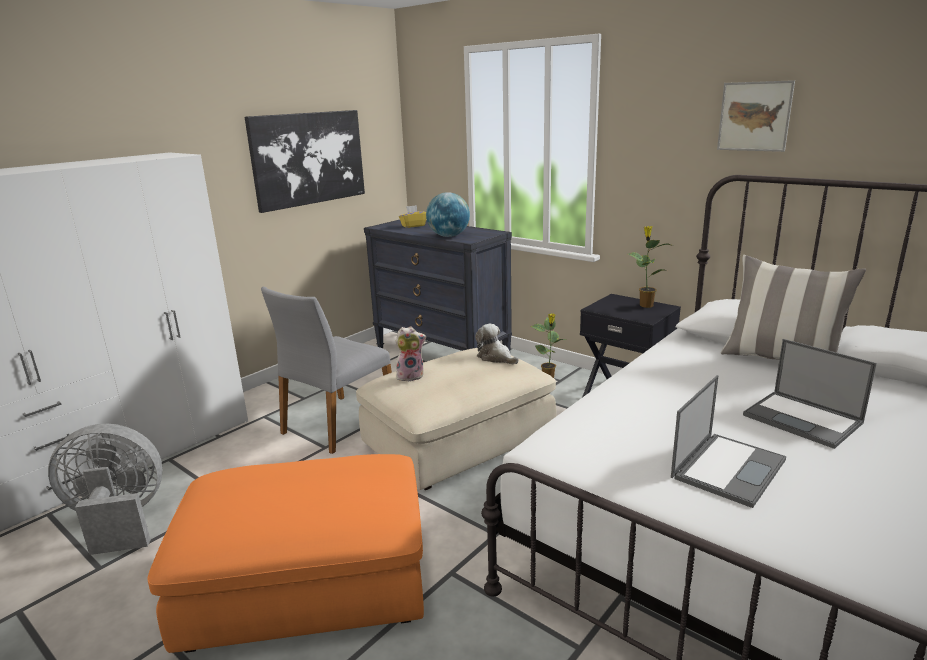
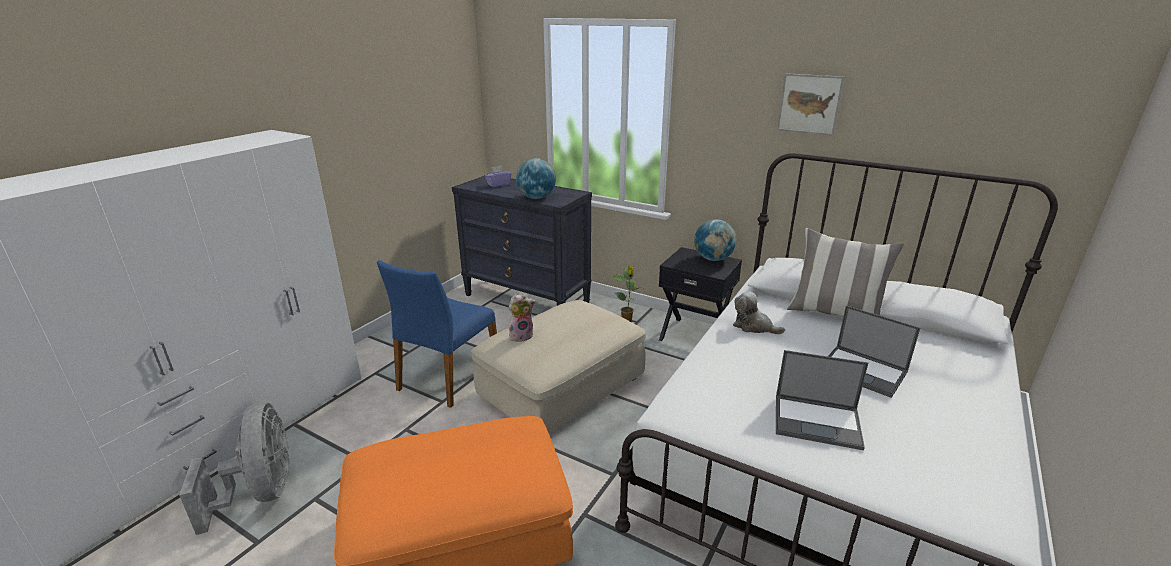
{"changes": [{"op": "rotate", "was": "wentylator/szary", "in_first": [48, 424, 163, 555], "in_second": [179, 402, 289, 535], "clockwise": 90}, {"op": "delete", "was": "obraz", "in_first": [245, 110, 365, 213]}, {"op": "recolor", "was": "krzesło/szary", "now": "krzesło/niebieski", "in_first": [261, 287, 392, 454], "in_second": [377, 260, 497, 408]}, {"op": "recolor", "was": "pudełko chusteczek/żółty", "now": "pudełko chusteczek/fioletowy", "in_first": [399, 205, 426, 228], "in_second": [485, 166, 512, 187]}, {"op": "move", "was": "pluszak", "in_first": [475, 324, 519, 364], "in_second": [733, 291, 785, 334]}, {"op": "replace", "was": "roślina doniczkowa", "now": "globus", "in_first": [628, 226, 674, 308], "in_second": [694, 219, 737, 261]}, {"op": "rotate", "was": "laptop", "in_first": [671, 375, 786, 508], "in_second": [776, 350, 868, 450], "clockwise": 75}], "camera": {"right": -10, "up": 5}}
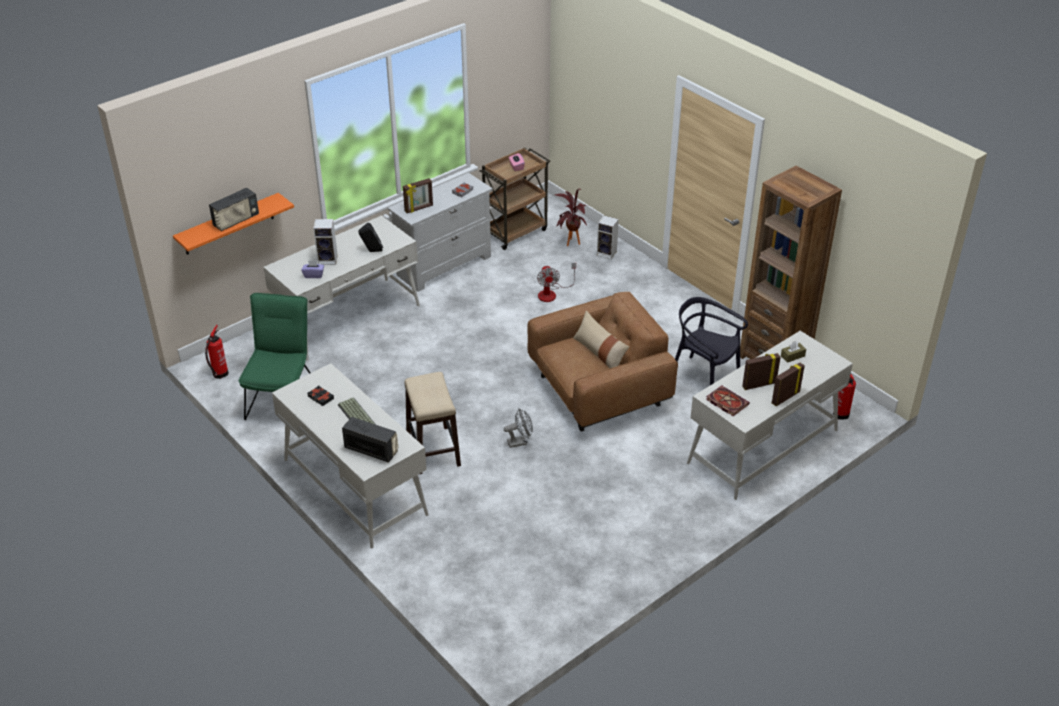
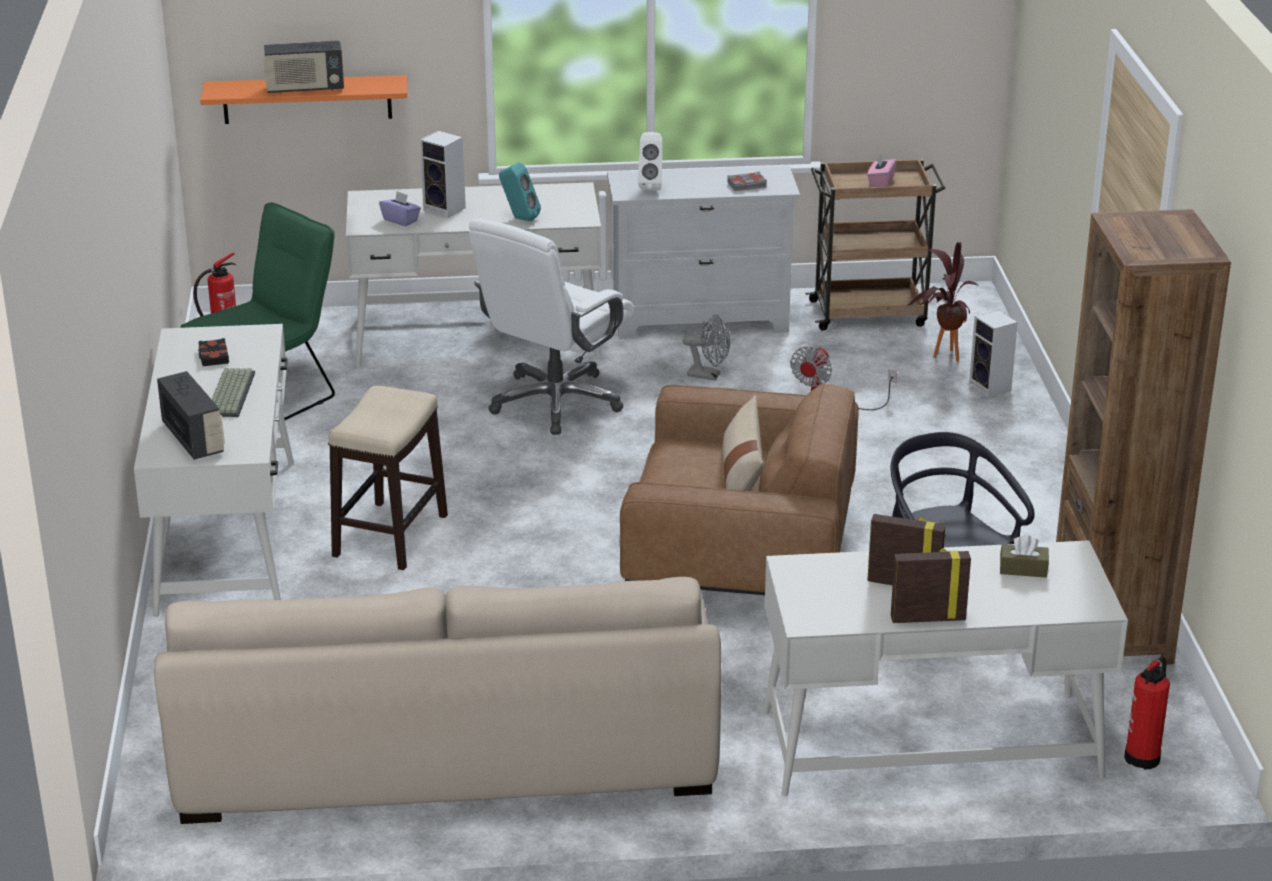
{"changes": [{"op": "recolor", "was": "głośnik/czarny", "now": "głośnik/turkusowy", "in_first": [359, 223, 383, 252], "in_second": [499, 163, 541, 221]}, {"op": "replace", "was": "ramka na zdjęcie", "now": "głośnik/biały", "in_first": [403, 178, 433, 213], "in_second": [638, 132, 662, 191]}, {"op": "move", "was": "wentylator/szary", "in_first": [504, 408, 533, 448], "in_second": [683, 314, 730, 381]}, {"op": "delete", "was": "książka", "in_first": [706, 385, 750, 416]}, {"op": "insert", "now": "kanapa/beżowy", "in_second": [154, 577, 721, 824]}, {"op": "insert", "now": "krzesło biurowe/biały", "in_second": [469, 219, 634, 435]}], "camera": {"right": 35, "up": -10}}
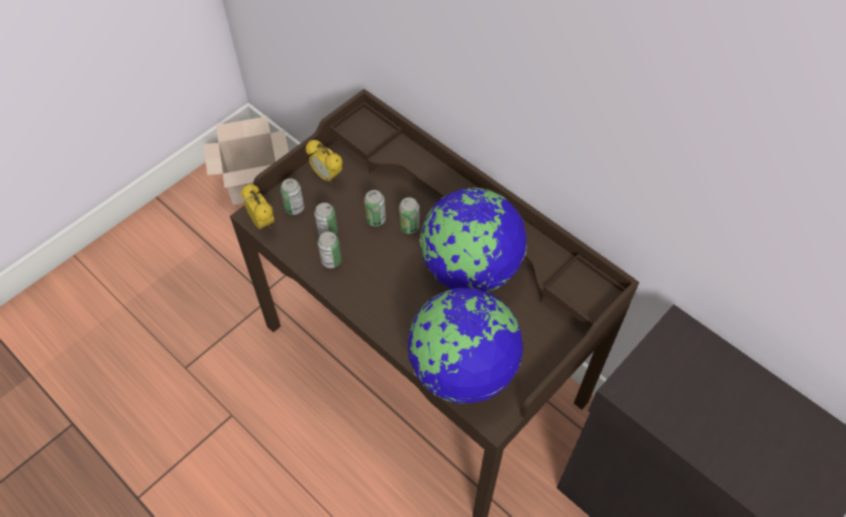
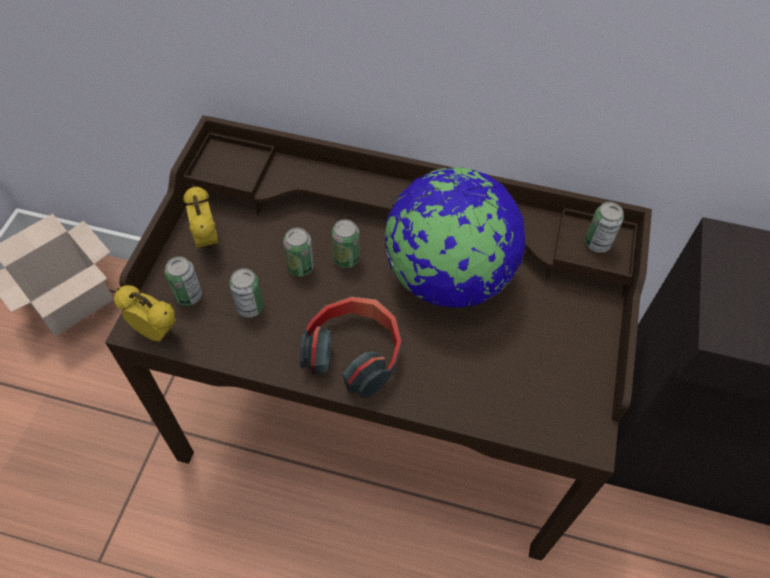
{"changes": [{"op": "rotate", "was": "budzik", "in_first": [305, 140, 343, 184], "in_second": [183, 185, 219, 250], "clockwise": -120}, {"op": "move", "was": "puszka", "in_first": [318, 232, 342, 268], "in_second": [585, 202, 624, 253]}, {"op": "delete", "was": "globus", "in_first": [408, 288, 524, 404]}, {"op": "insert", "now": "słuchawki", "in_second": [300, 297, 401, 398]}], "camera": {"right": -30, "up": 0}}
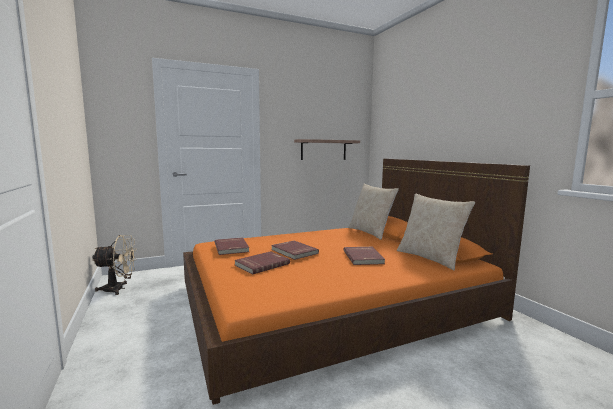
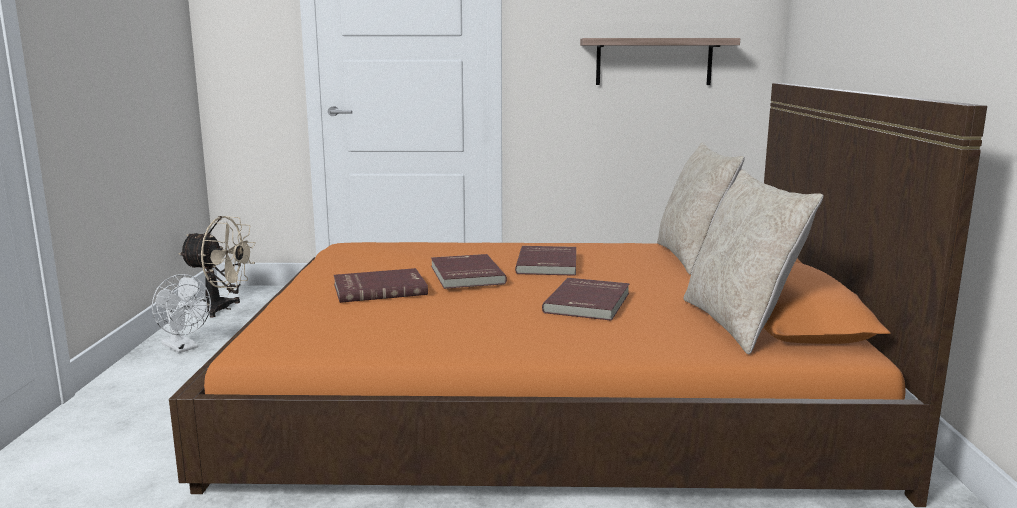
{"changes": [{"op": "move", "was": "książka/czerwony", "in_first": [215, 237, 249, 255], "in_second": [515, 246, 576, 276]}, {"op": "insert", "now": "wentylator/biały", "in_second": [152, 274, 211, 353]}], "camera": {"right": 25, "up": 5}}
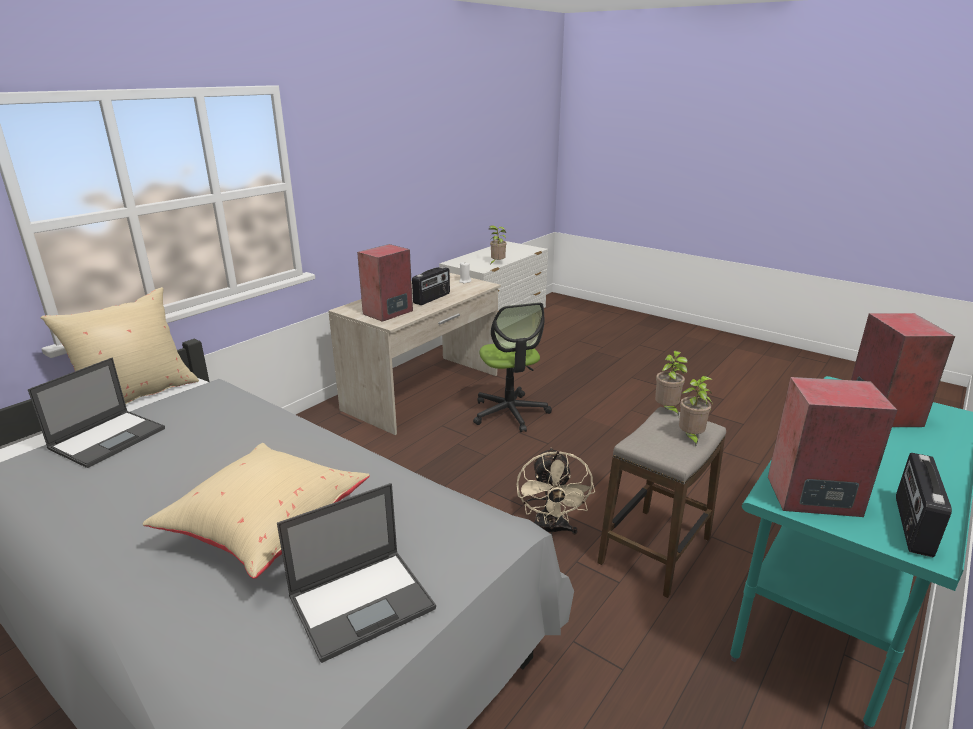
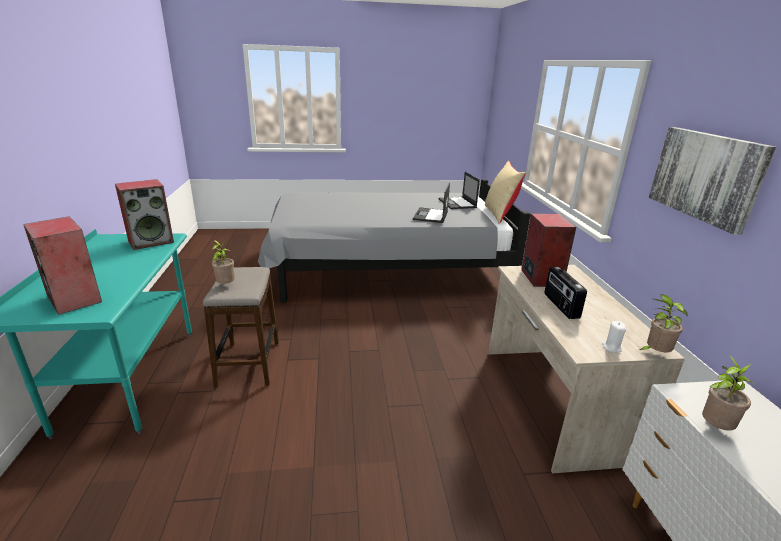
{"changes": [{"op": "delete", "was": "poduszka/beżowy", "in_first": [143, 443, 370, 579]}, {"op": "move", "was": "laptop", "in_first": [277, 483, 436, 663], "in_second": [413, 182, 450, 223]}, {"op": "delete", "was": "krzesło biurowe", "in_first": [473, 302, 552, 432]}, {"op": "delete", "was": "wentylator/beżowy", "in_first": [517, 447, 595, 537]}, {"op": "move", "was": "roślina doniczkowa", "in_first": [655, 351, 688, 418], "in_second": [640, 294, 688, 352]}, {"op": "delete", "was": "radio", "in_first": [896, 453, 952, 557]}, {"op": "insert", "now": "obraz", "in_second": [649, 127, 776, 235]}], "camera": {"right": 135, "up": 0}}
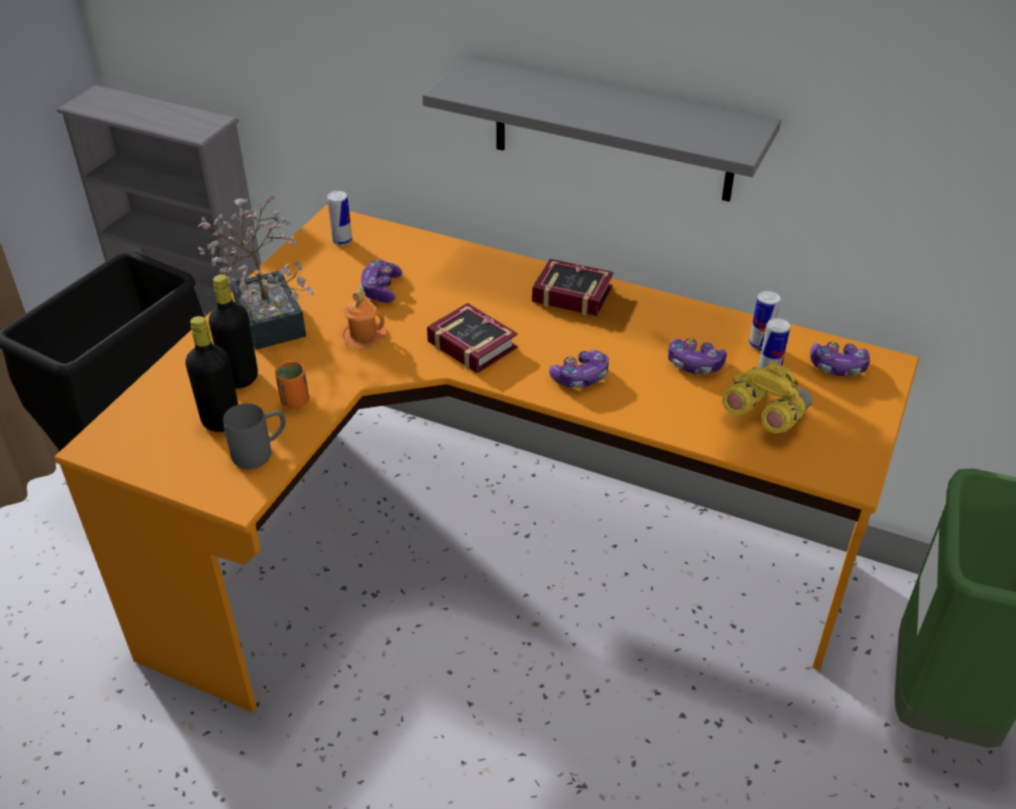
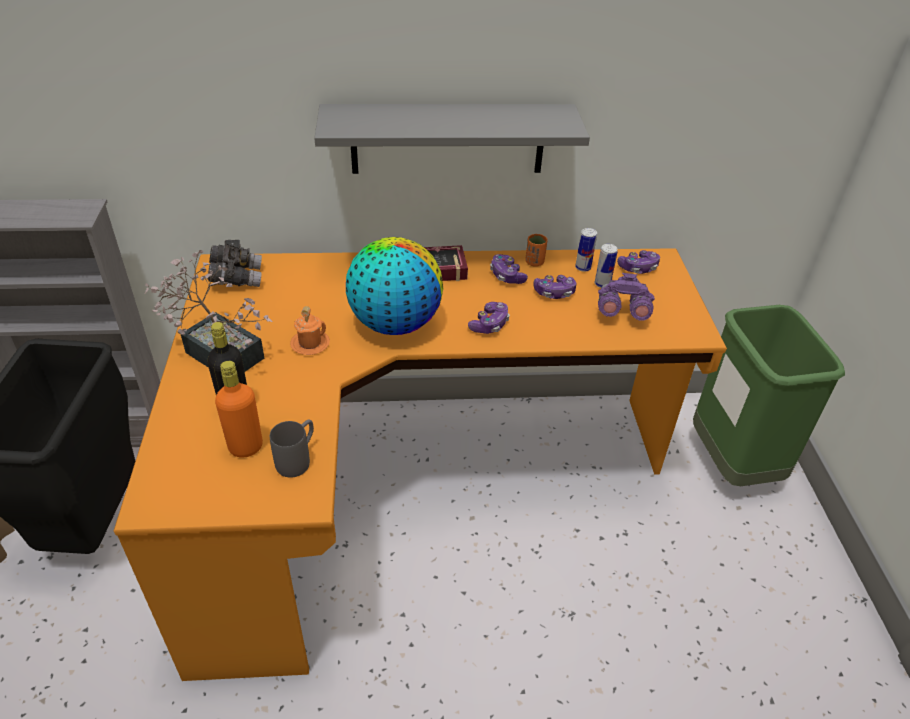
{"changes": [{"op": "recolor", "was": "butelka/czarny", "now": "butelka/pomarańczowy", "in_first": [185, 316, 238, 432], "in_second": [215, 361, 263, 458]}, {"op": "move", "was": "filiżanka/pomarańczowy", "in_first": [275, 361, 309, 409], "in_second": [525, 234, 547, 267]}, {"op": "replace", "was": "puszka", "now": "lornetka/szary", "in_first": [327, 191, 352, 246], "in_second": [207, 240, 262, 287]}, {"op": "move", "was": "pad do gier", "in_first": [359, 260, 403, 303], "in_second": [490, 254, 528, 284]}, {"op": "replace", "was": "książka", "now": "globus", "in_first": [427, 303, 517, 373], "in_second": [346, 237, 443, 335]}, {"op": "recolor", "was": "lornetka/żółty", "now": "lornetka/fioletowy", "in_first": [722, 361, 812, 433], "in_second": [598, 273, 655, 321]}], "camera": {"right": -30, "up": 0}}
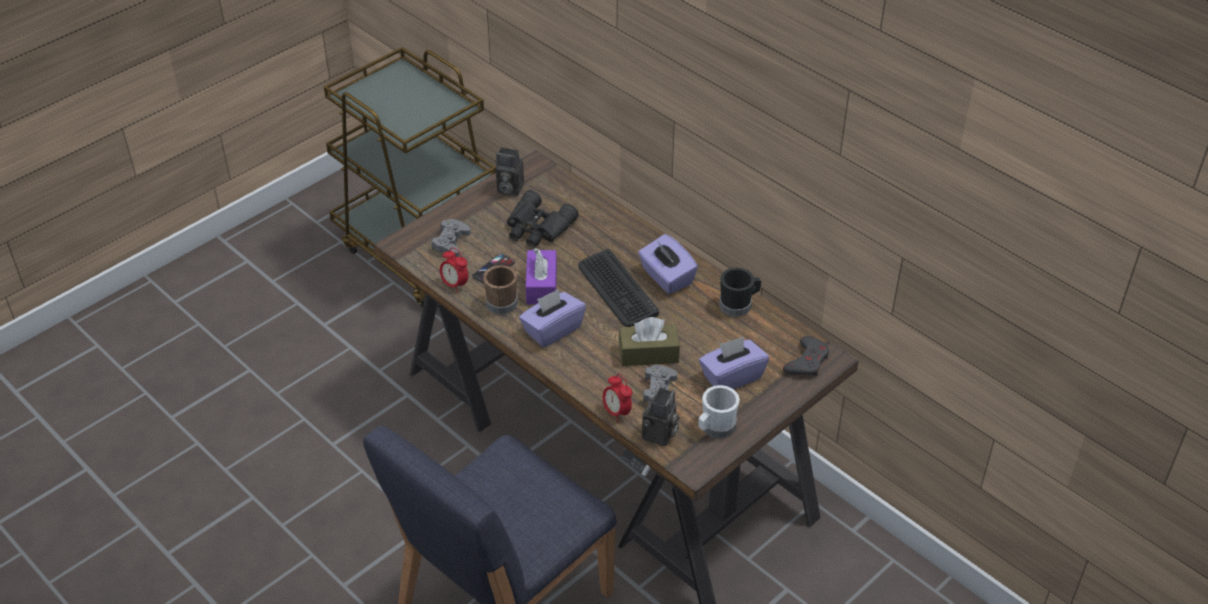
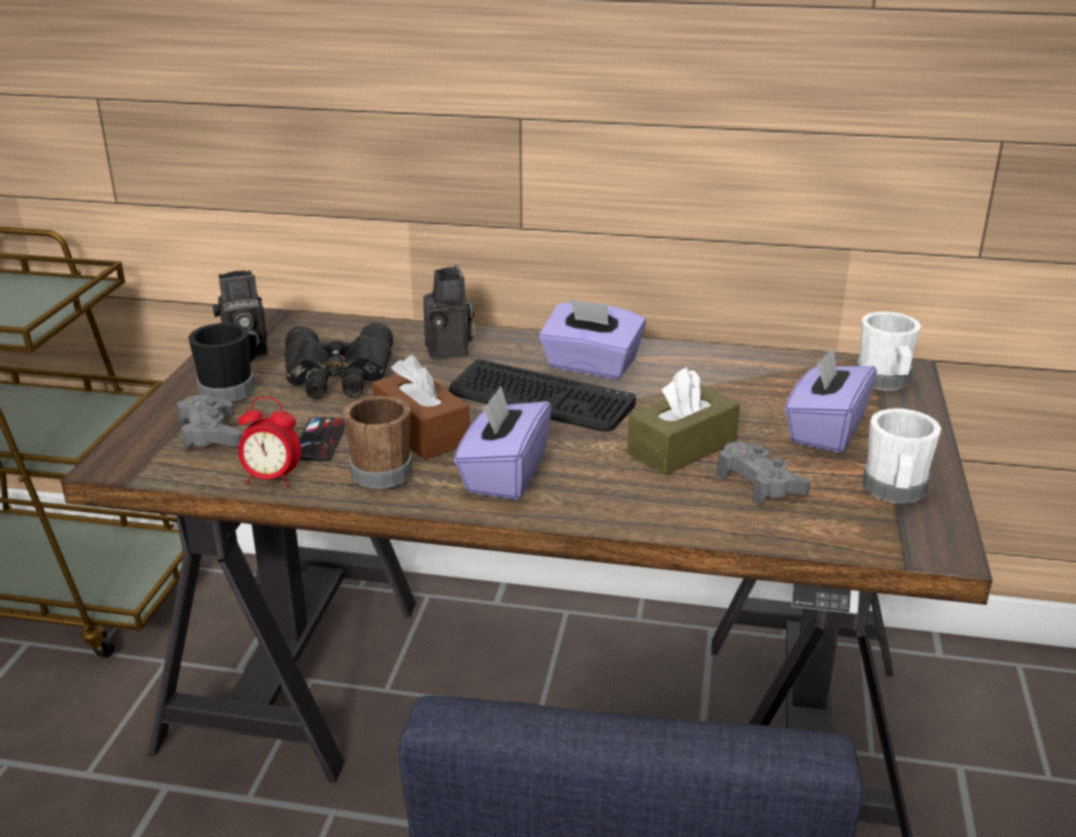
{"changes": [{"op": "recolor", "was": "pudełko chusteczek/fioletowy", "now": "pudełko chusteczek/brązowy", "in_first": [526, 248, 557, 304], "in_second": [372, 355, 470, 460]}, {"op": "delete", "was": "budzik", "in_first": [603, 374, 632, 422]}, {"op": "move", "was": "aparat fotograficzny", "in_first": [642, 388, 679, 446], "in_second": [423, 265, 475, 360]}, {"op": "move", "was": "kubek/czarny", "in_first": [719, 268, 761, 317], "in_second": [188, 323, 258, 403]}, {"op": "replace", "was": "pad do gier/szary", "now": "kubek/biały", "in_first": [783, 336, 829, 376], "in_second": [856, 312, 921, 390]}], "camera": {"right": -35, "up": -15}}
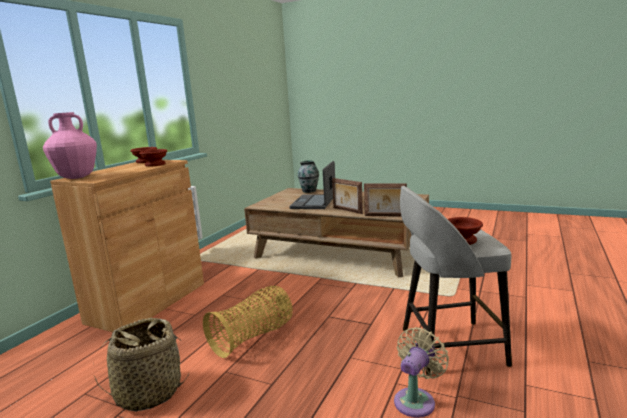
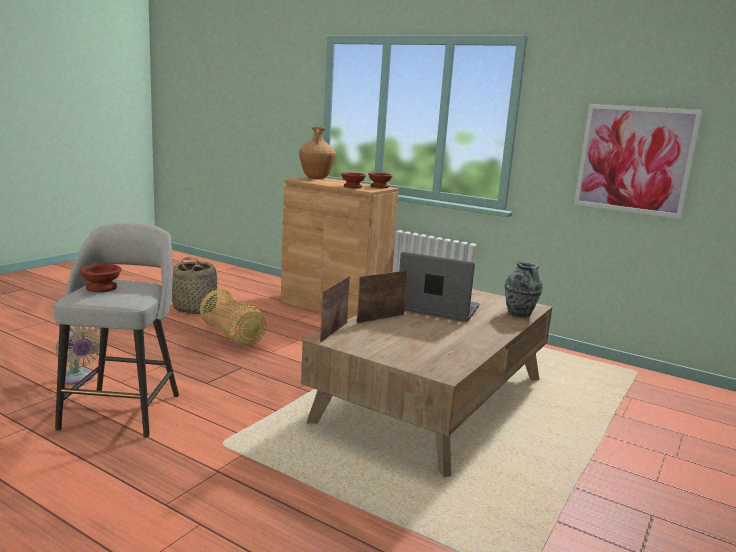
{"changes": [{"op": "recolor", "was": "wazon/różowy", "now": "wazon/brązowy", "in_first": [43, 112, 97, 179], "in_second": [299, 127, 336, 179]}, {"op": "insert", "now": "obraz", "in_second": [574, 104, 703, 219]}], "camera": {"right": 95, "up": 0}}
